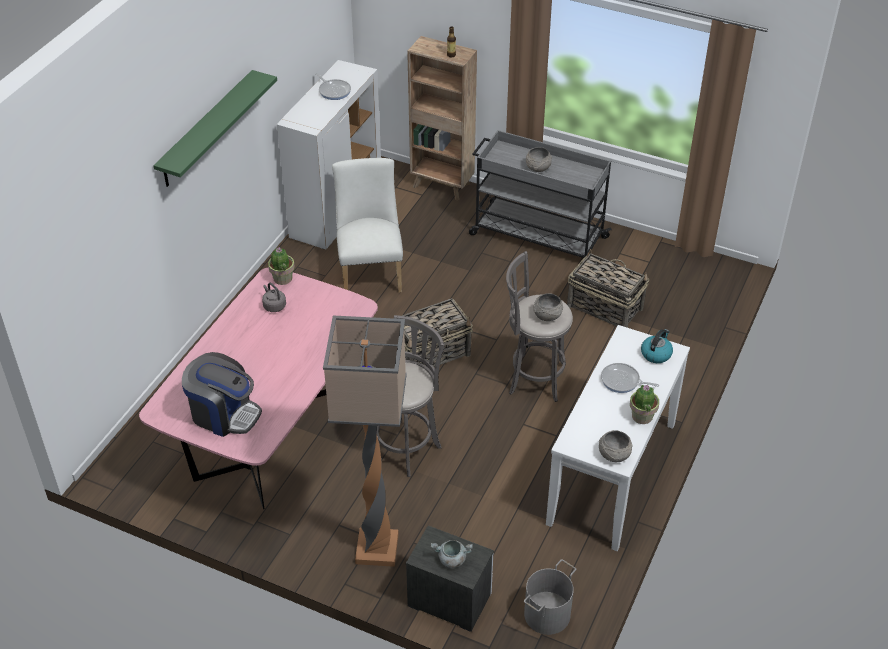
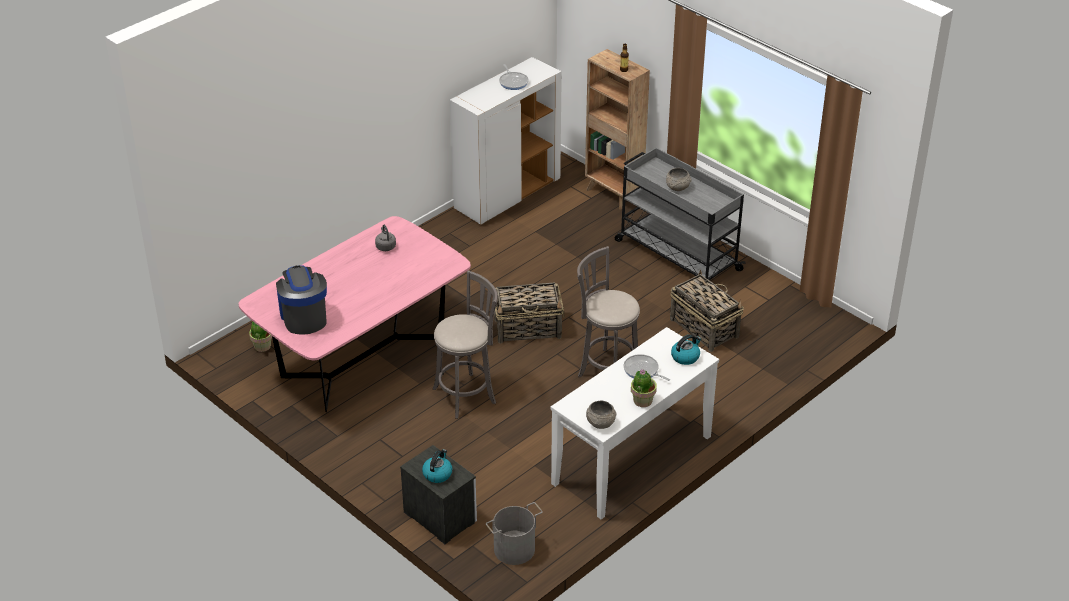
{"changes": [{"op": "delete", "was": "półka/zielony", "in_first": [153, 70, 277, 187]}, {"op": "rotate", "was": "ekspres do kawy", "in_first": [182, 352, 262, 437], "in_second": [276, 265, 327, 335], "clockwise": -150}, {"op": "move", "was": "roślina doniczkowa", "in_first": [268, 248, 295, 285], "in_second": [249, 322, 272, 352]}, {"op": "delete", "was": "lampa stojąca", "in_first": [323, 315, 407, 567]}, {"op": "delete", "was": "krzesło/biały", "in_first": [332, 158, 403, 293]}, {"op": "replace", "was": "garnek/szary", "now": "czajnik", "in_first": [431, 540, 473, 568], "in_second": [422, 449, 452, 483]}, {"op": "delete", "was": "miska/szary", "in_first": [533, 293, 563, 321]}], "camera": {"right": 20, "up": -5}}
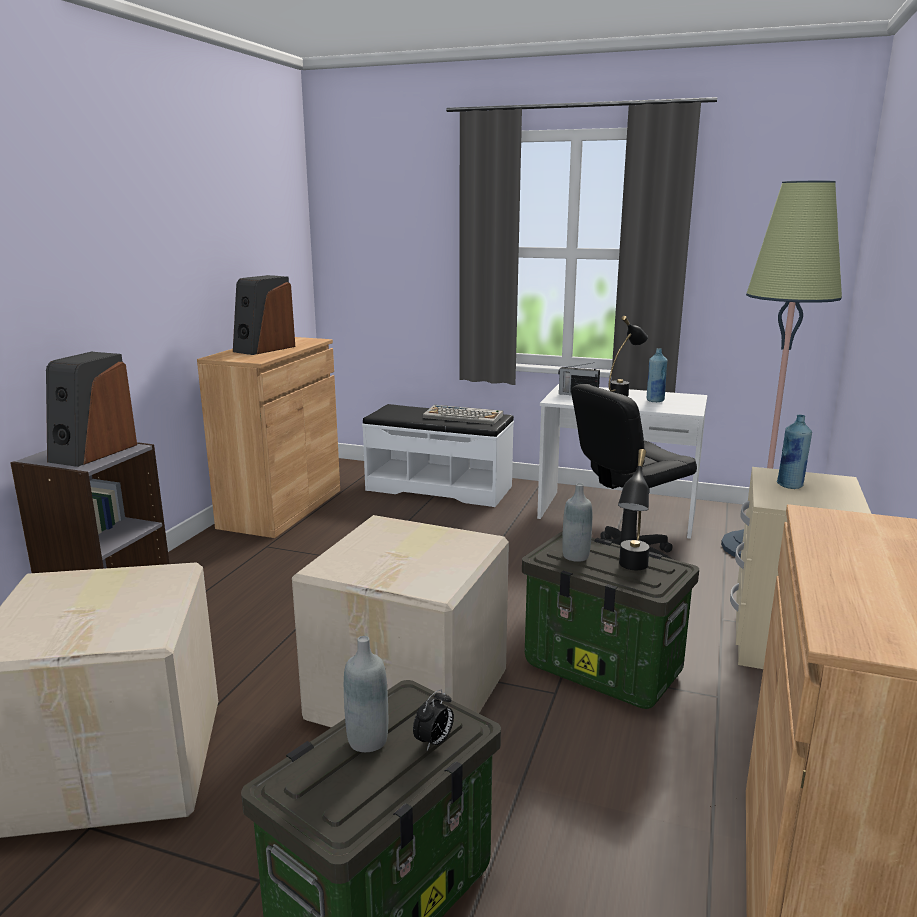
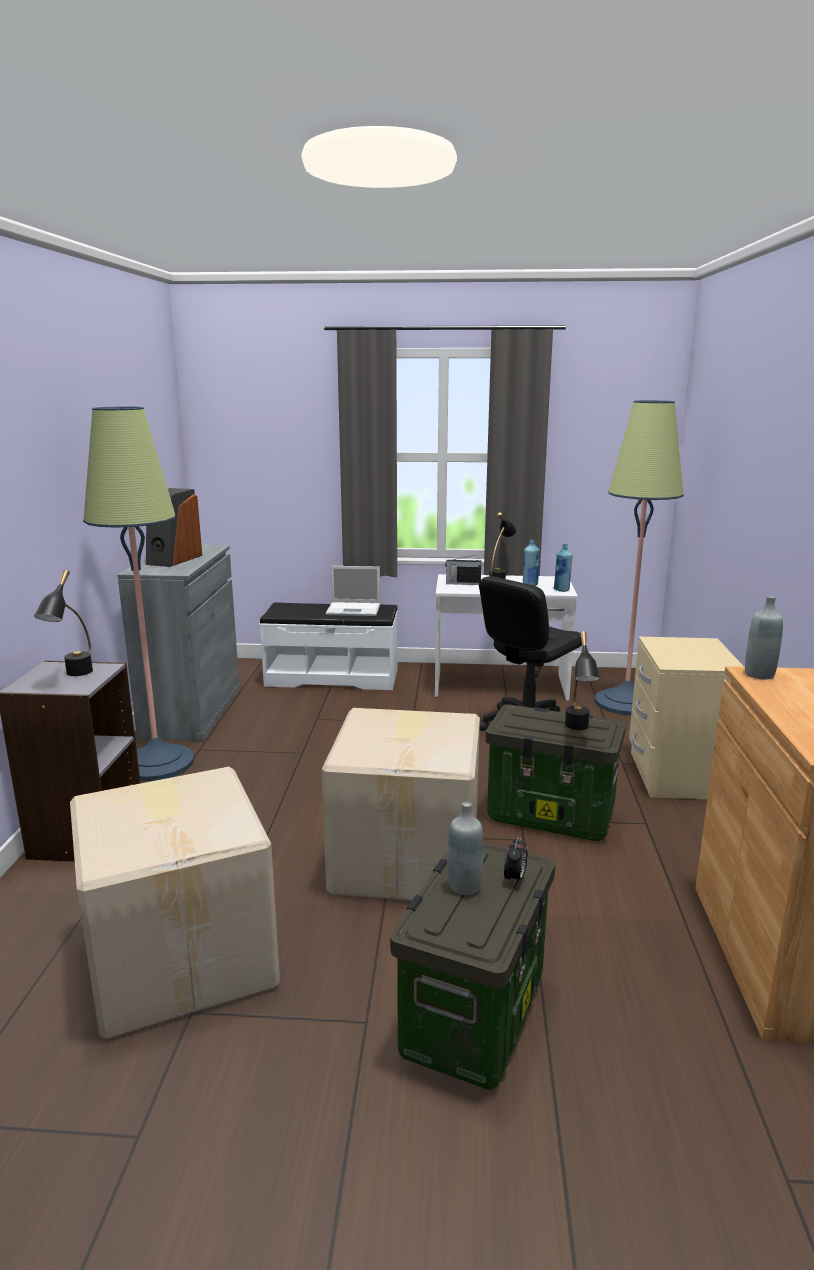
{"changes": [{"op": "replace", "was": "głośnik", "now": "lampa stołowa/czarny", "in_first": [46, 352, 137, 467], "in_second": [34, 570, 93, 676]}, {"op": "recolor", "was": "szafka/brązowy", "now": "szafka/szary", "in_first": [197, 337, 340, 538], "in_second": [118, 545, 240, 741]}, {"op": "replace", "was": "klawiatura", "now": "laptop", "in_first": [423, 405, 503, 425], "in_second": [326, 566, 380, 616]}, {"op": "move", "was": "butelka/szary", "in_first": [562, 483, 592, 562], "in_second": [745, 596, 783, 679]}, {"op": "move", "was": "butelka/niebieski", "in_first": [777, 414, 812, 489], "in_second": [554, 544, 572, 592]}, {"op": "insert", "now": "lampa stojąca", "in_second": [83, 406, 194, 781]}], "camera": {"right": -15, "up": 0}}
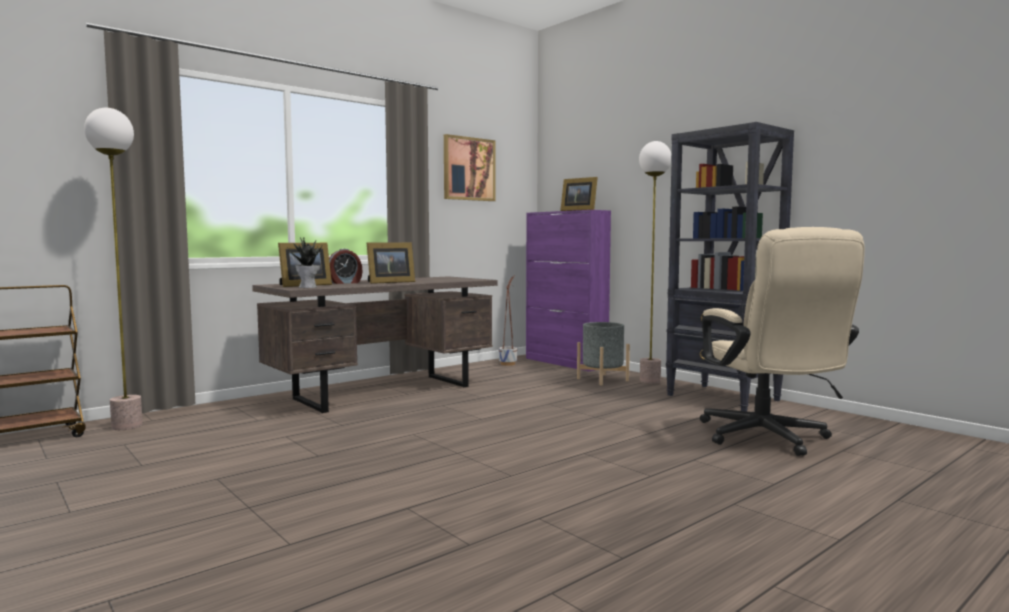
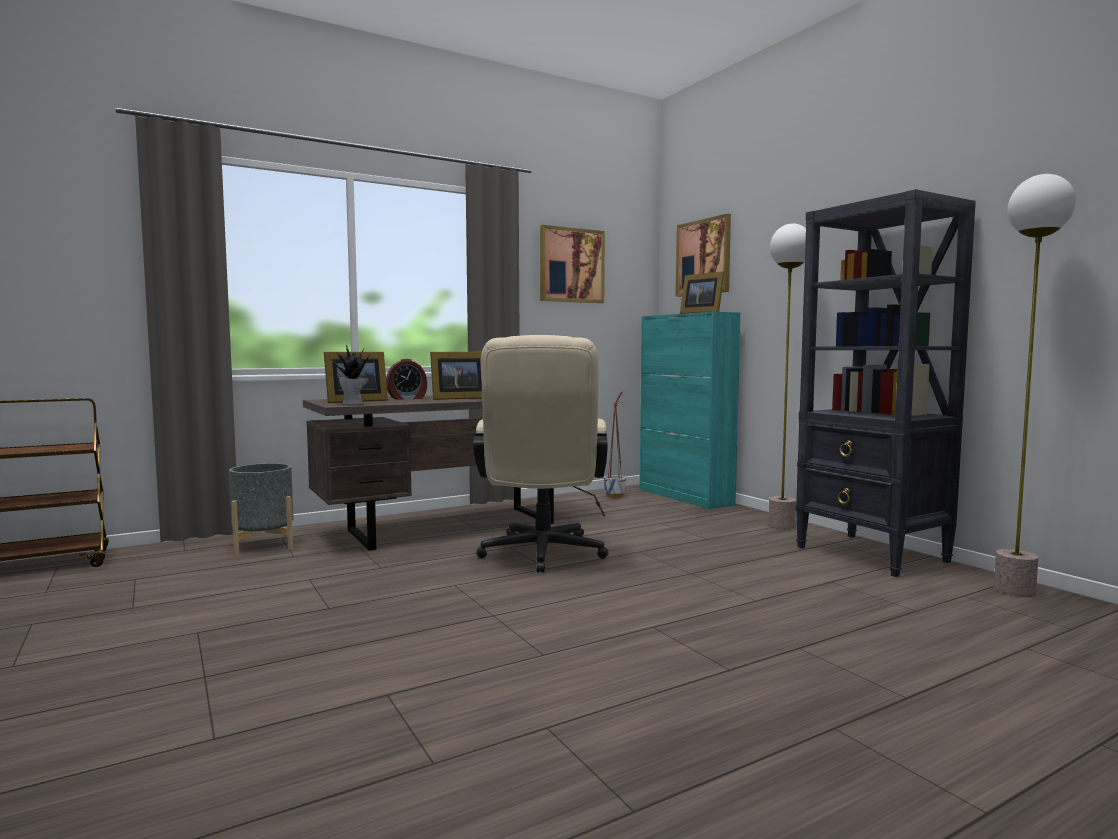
{"changes": [{"op": "move", "was": "lampa stojąca", "in_first": [84, 108, 143, 430], "in_second": [994, 174, 1076, 597]}, {"op": "recolor", "was": "szafka/fioletowy", "now": "szafka/turkusowy", "in_first": [526, 210, 611, 371], "in_second": [640, 312, 740, 509]}, {"op": "move", "was": "donica/szary", "in_first": [577, 322, 630, 386], "in_second": [229, 463, 293, 555]}, {"op": "move", "was": "krzesło biurowe/beżowy", "in_first": [700, 227, 865, 456], "in_second": [473, 335, 609, 573]}, {"op": "insert", "now": "obraz", "in_second": [676, 214, 731, 297]}], "camera": {"right": 10, "up": 0}}
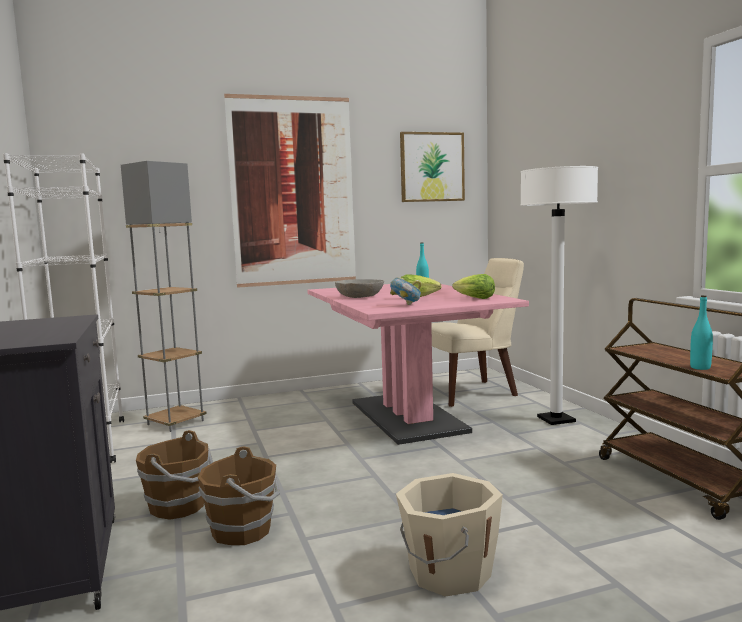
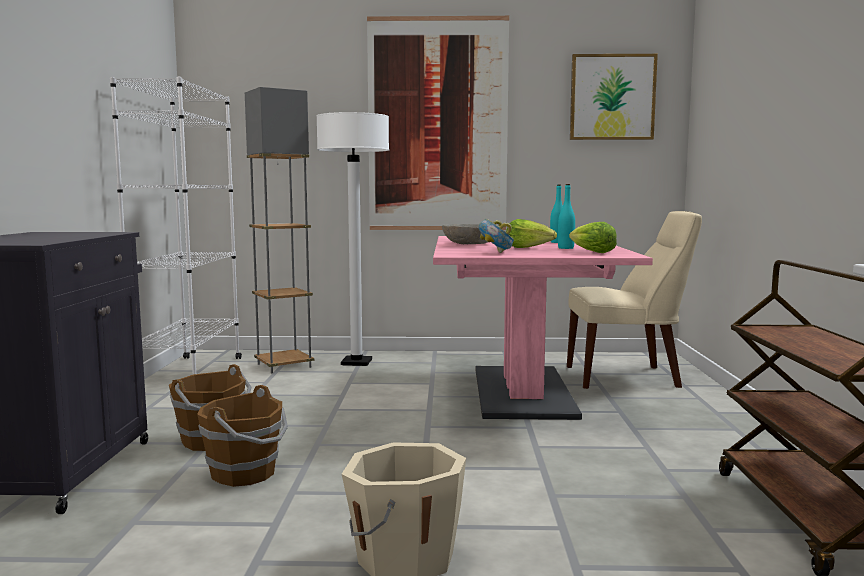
{"changes": [{"op": "move", "was": "lampa stojąca/biały", "in_first": [520, 166, 598, 425], "in_second": [316, 112, 389, 366]}, {"op": "move", "was": "butelka/turkusowy", "in_first": [690, 295, 713, 370], "in_second": [558, 184, 575, 249]}], "camera": {"right": 20, "up": 0}}
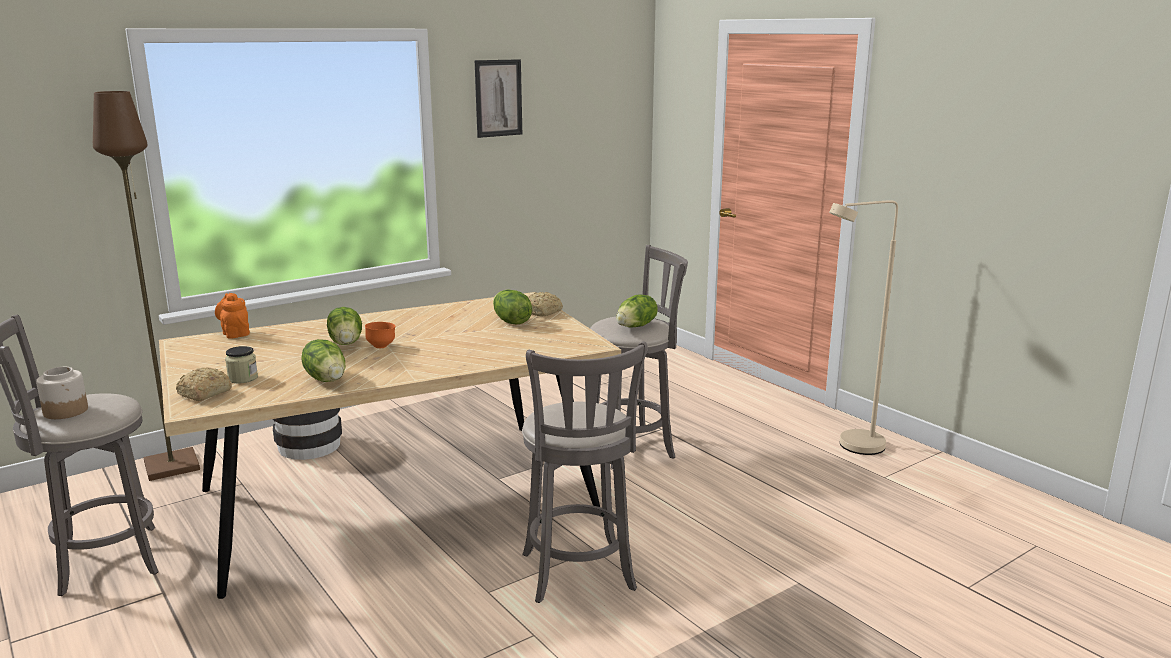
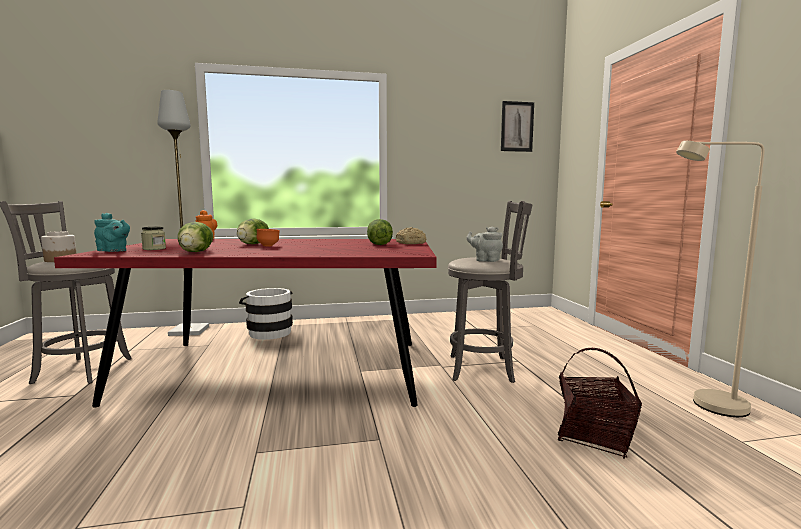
{"changes": [{"op": "recolor", "was": "lampa stojąca/brązowy", "now": "lampa stojąca/szary", "in_first": [93, 91, 200, 481], "in_second": [157, 90, 209, 336]}, {"op": "recolor", "was": "stół jadalny/beżowy", "now": "stół jadalny/czerwony", "in_first": [159, 292, 621, 599], "in_second": [54, 239, 437, 408]}, {"op": "replace", "was": "chleb", "now": "imbryk/turkusowy", "in_first": [176, 367, 232, 401], "in_second": [94, 213, 130, 252]}, {"op": "move", "was": "obraz", "in_first": [475, 59, 522, 138], "in_second": [501, 101, 534, 152]}, {"op": "delete", "was": "stołek/szary", "in_first": [522, 341, 648, 603]}, {"op": "replace", "was": "sałata", "now": "imbryk/szary", "in_first": [616, 294, 658, 328], "in_second": [466, 226, 503, 262]}, {"op": "insert", "now": "koszyk", "in_second": [558, 348, 642, 459]}], "camera": {"right": 25, "up": -10}}
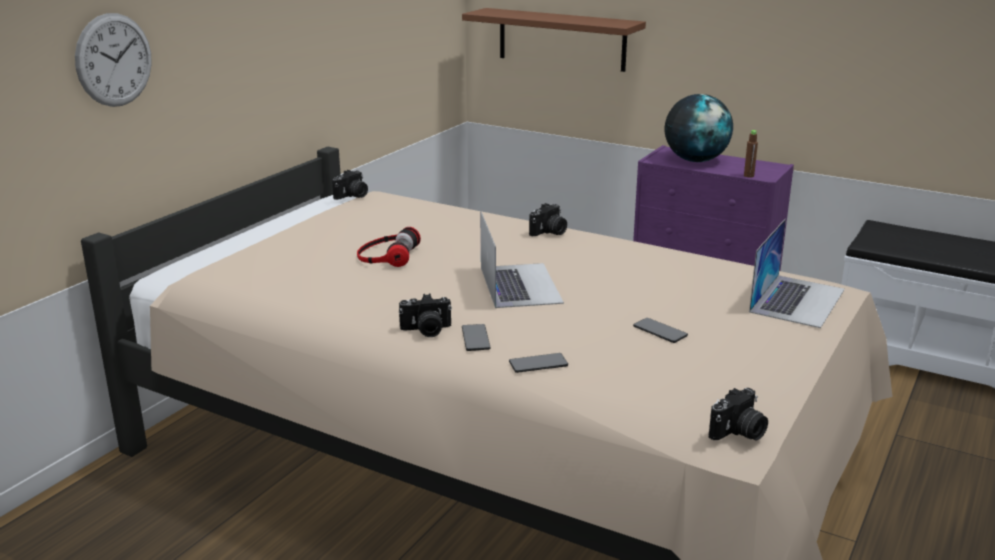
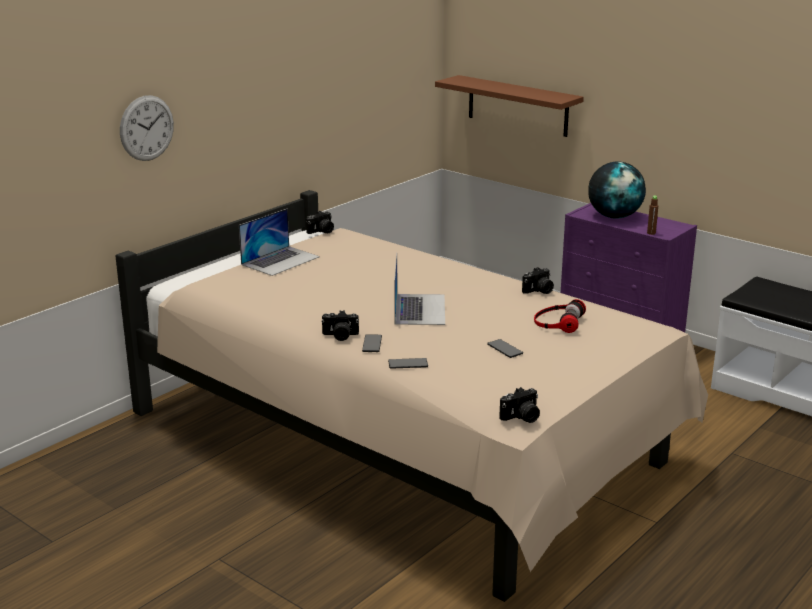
{"changes": [{"op": "move", "was": "słuchawki", "in_first": [357, 227, 421, 267], "in_second": [534, 299, 586, 333]}, {"op": "move", "was": "aparat fotograficzny", "in_first": [529, 203, 567, 236], "in_second": [522, 267, 554, 294]}, {"op": "move", "was": "laptop", "in_first": [749, 219, 845, 328], "in_second": [239, 209, 320, 276]}], "camera": {"right": 10, "up": 0}}
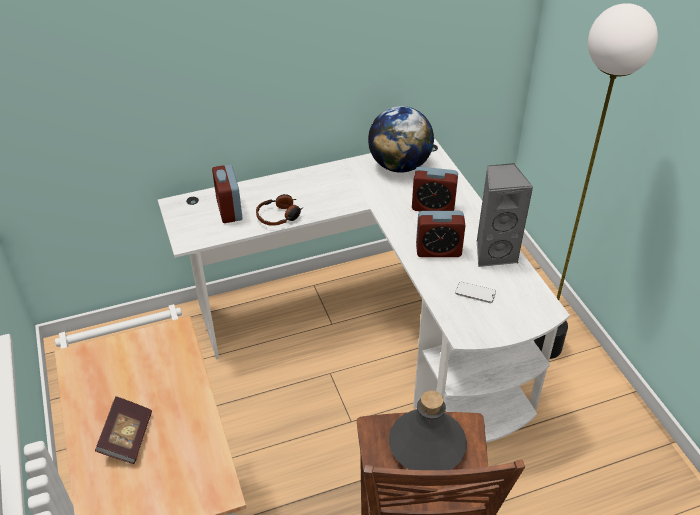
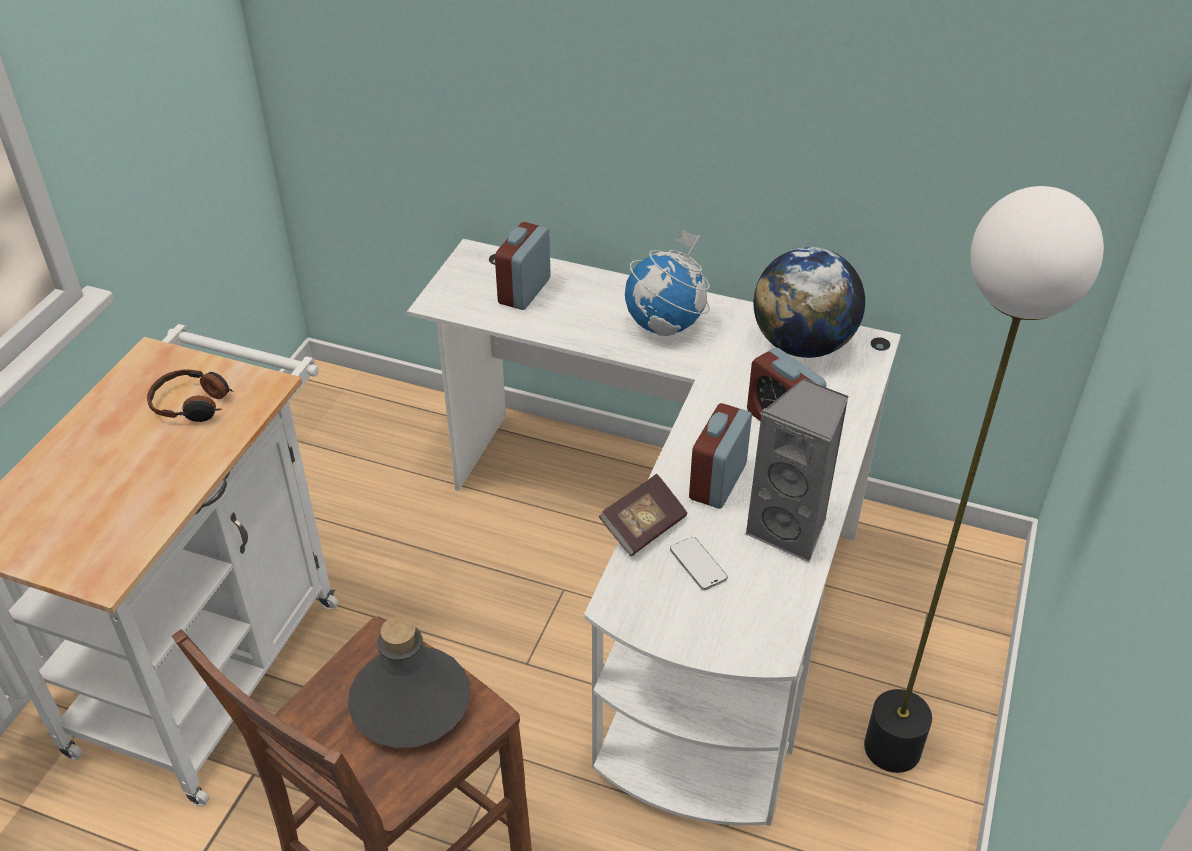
{"changes": [{"op": "move", "was": "książka", "in_first": [95, 396, 152, 464], "in_second": [599, 474, 687, 556]}, {"op": "move", "was": "słuchawki", "in_first": [256, 194, 303, 226], "in_second": [147, 369, 234, 422]}, {"op": "rotate", "was": "budzik", "in_first": [416, 211, 466, 257], "in_second": [689, 403, 752, 509], "clockwise": 75}, {"op": "insert", "now": "globus", "in_second": [625, 229, 710, 336]}], "camera": {"right": 40, "up": 0}}
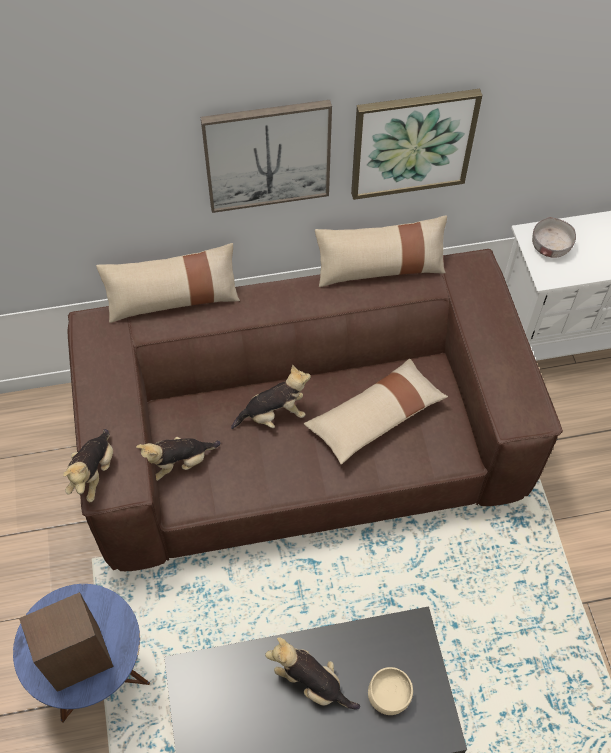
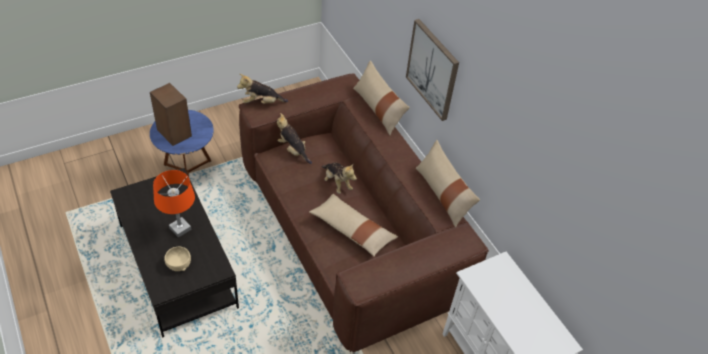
{"changes": [{"op": "replace", "was": "pluszak", "now": "lampa stołowa/pomarańczowy", "in_first": [265, 637, 360, 710], "in_second": [153, 170, 195, 238]}, {"op": "delete", "was": "obraz", "in_first": [351, 89, 482, 200]}, {"op": "delete", "was": "miska/szary", "in_first": [532, 217, 576, 258]}], "camera": {"right": 70, "up": -10}}
